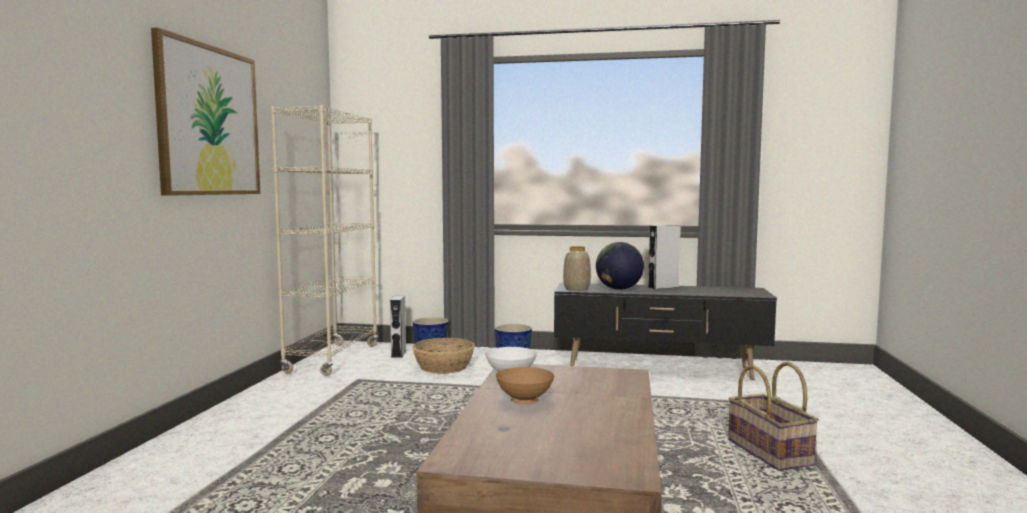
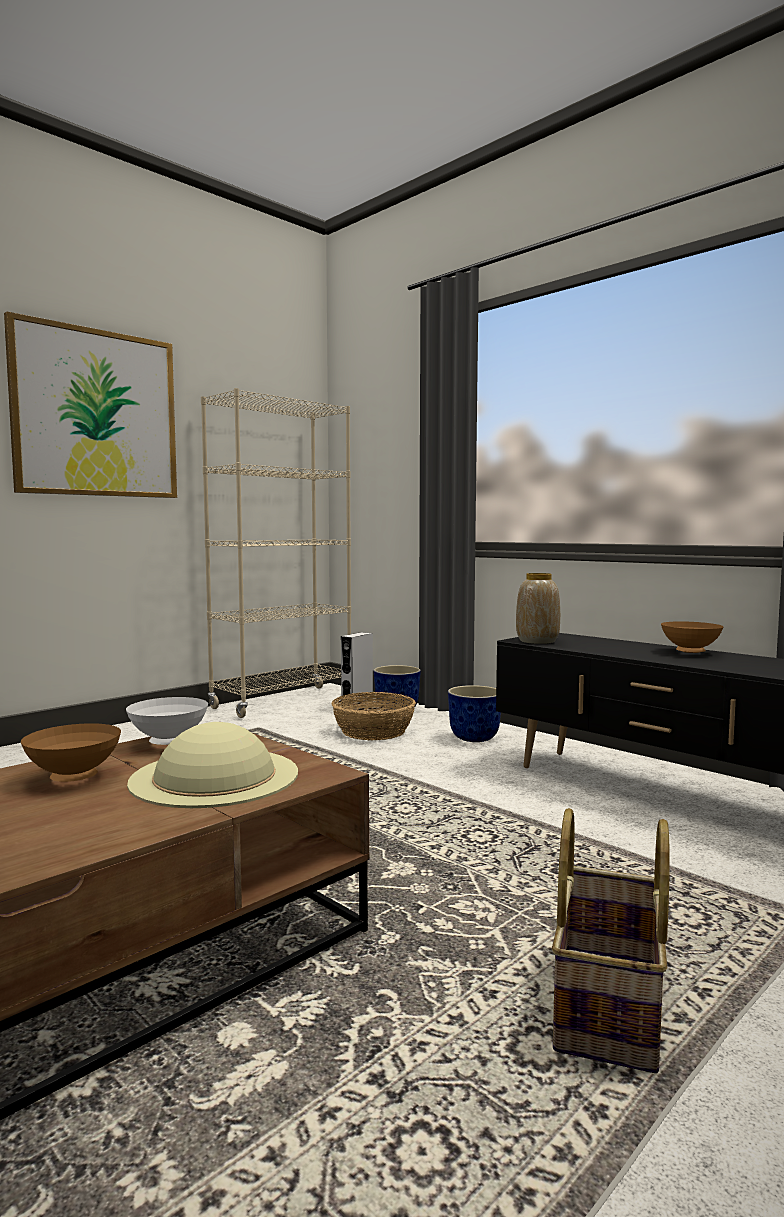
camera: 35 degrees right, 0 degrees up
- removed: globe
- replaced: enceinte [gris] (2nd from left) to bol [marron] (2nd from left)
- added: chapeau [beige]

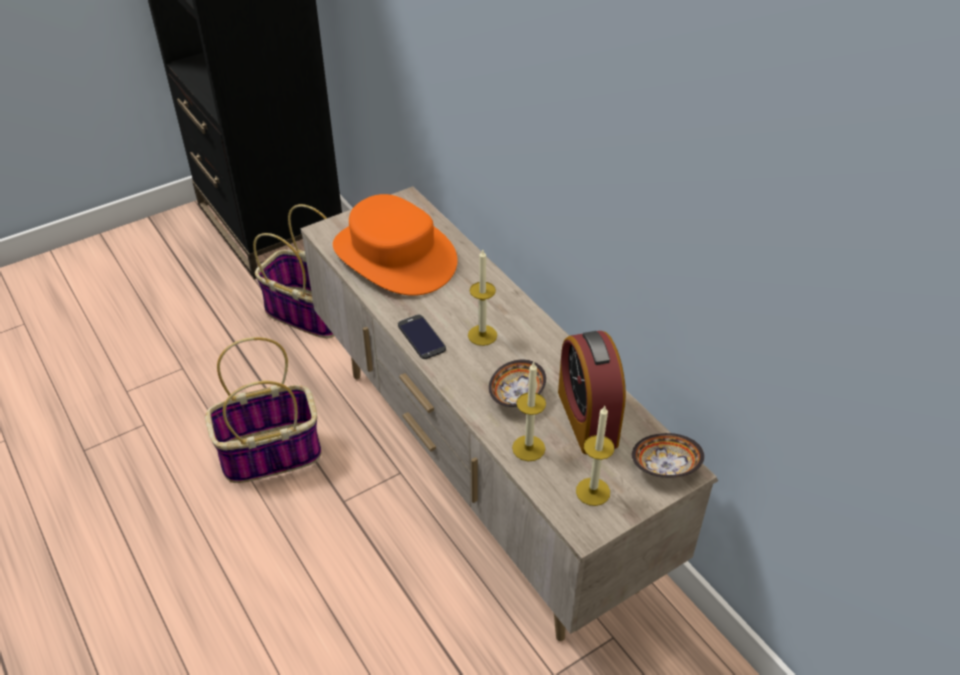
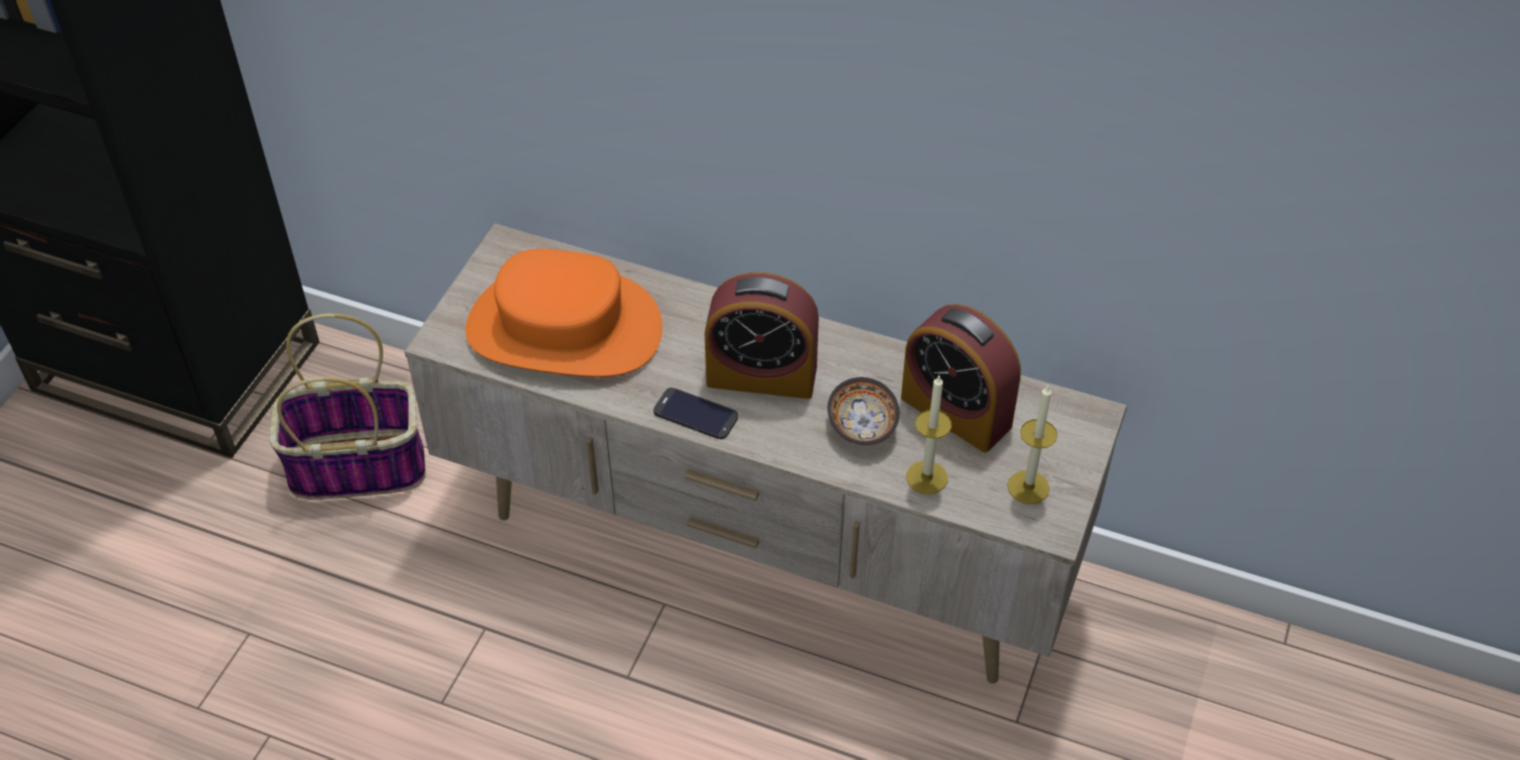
camera: 35 degrees left, 5 degrees up
- removed: panier (1st from left)
- replaced: bougie (1st from left) to réveil (1st from left)
- removed: bol (2nd from left)

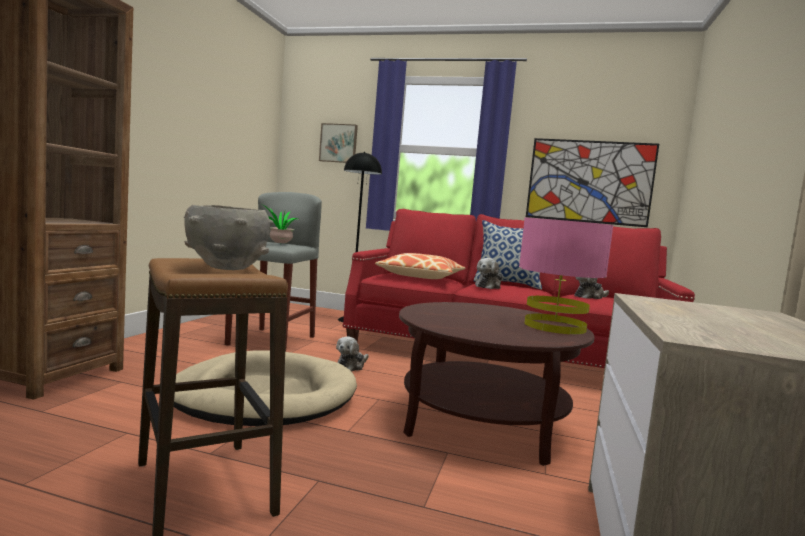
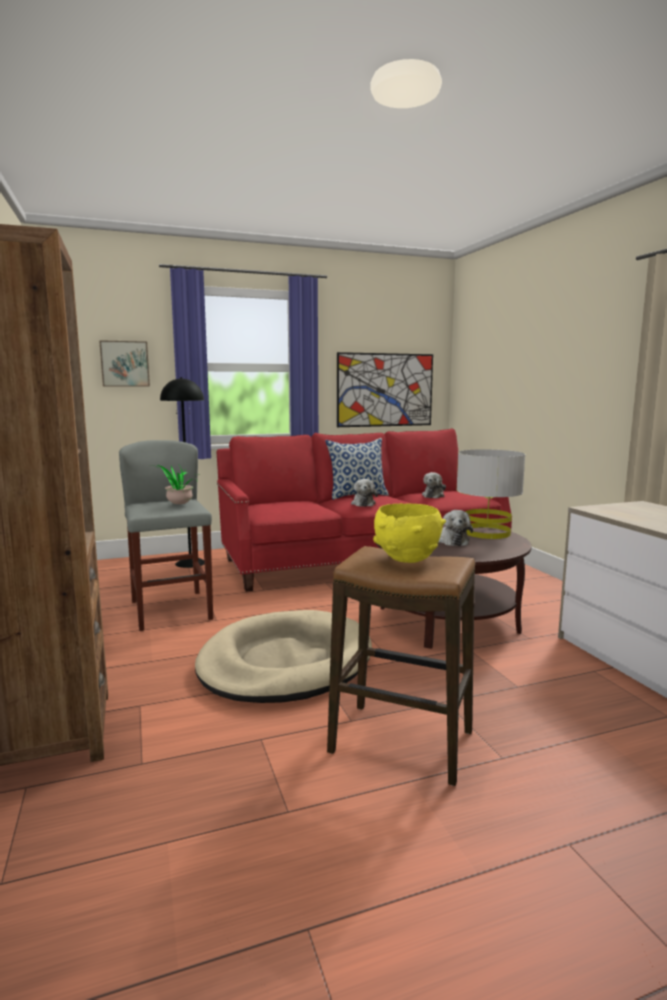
camera: 35 degrees left, 5 degrees up
- recoloured: bol [gris] to bol [jaune]
- moved: peluche (1st from left in the first image) to peluche (3rd from left)
- removed: coussin (1st from left)
- recoloured: lampe de table [rose] to lampe de table [gris]

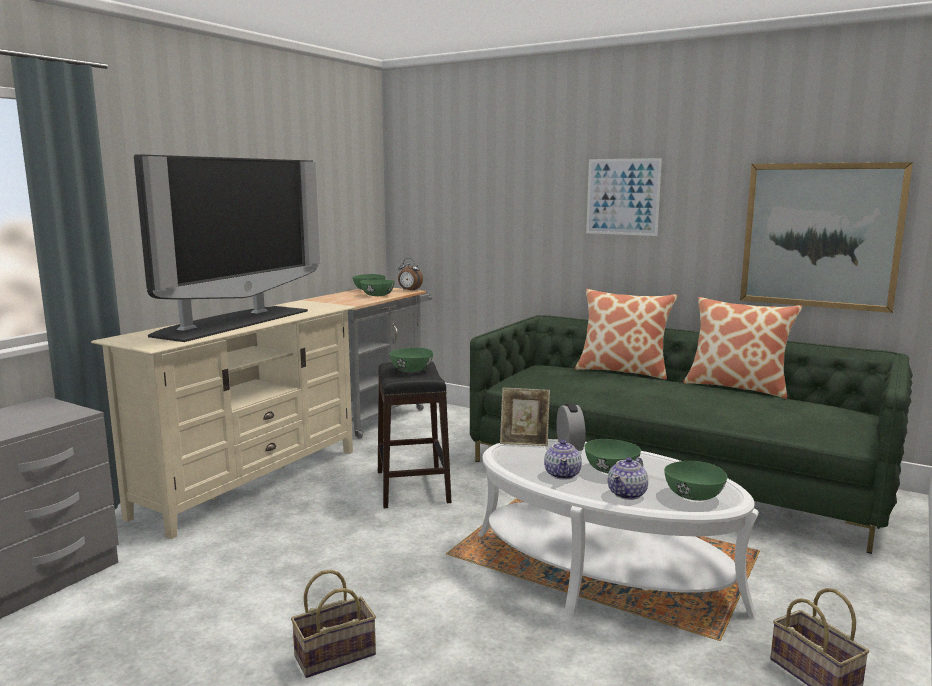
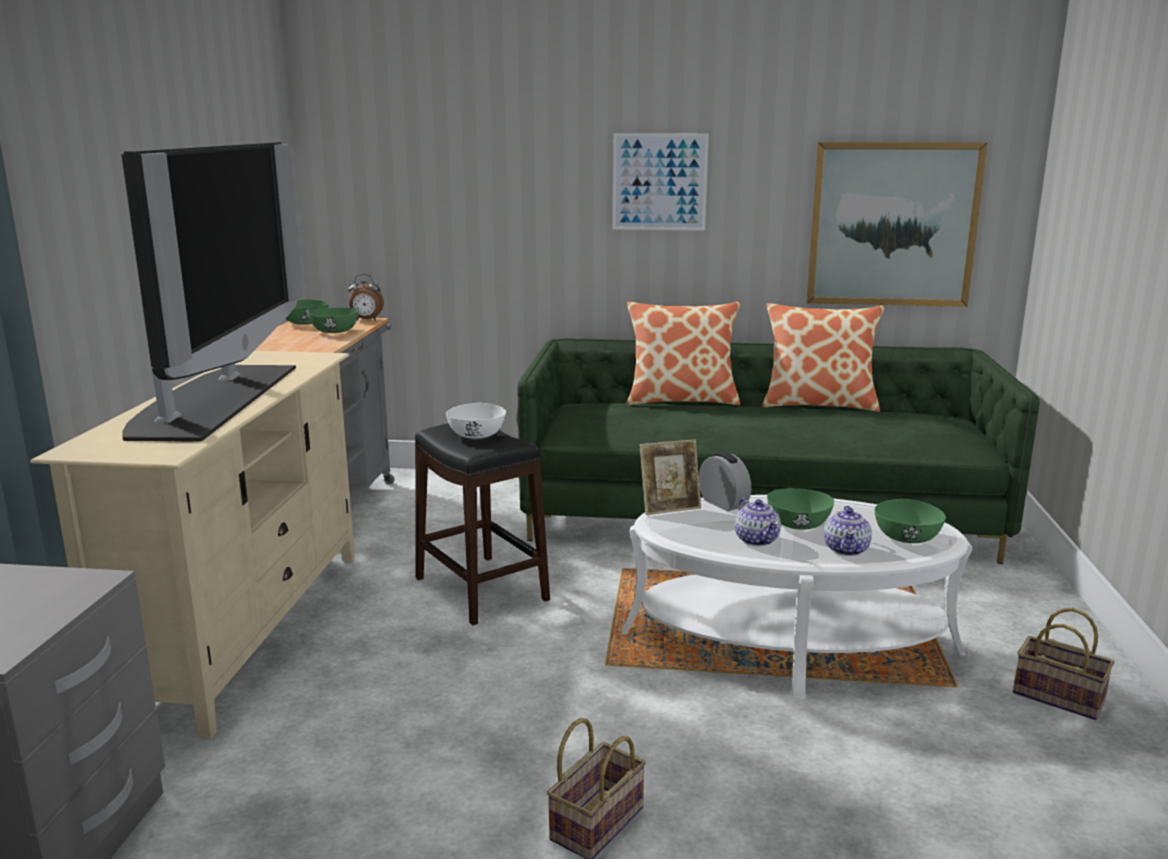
camera: 25 degrees left, 5 degrees up
- recoloured: bol [vert] (3rd from left) to bol [blanc]

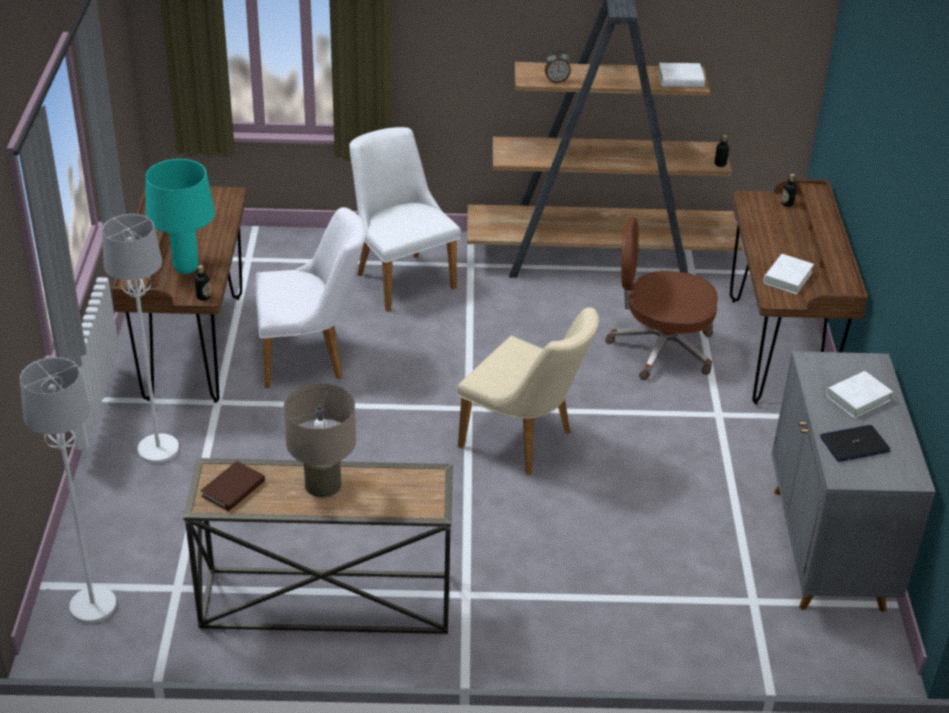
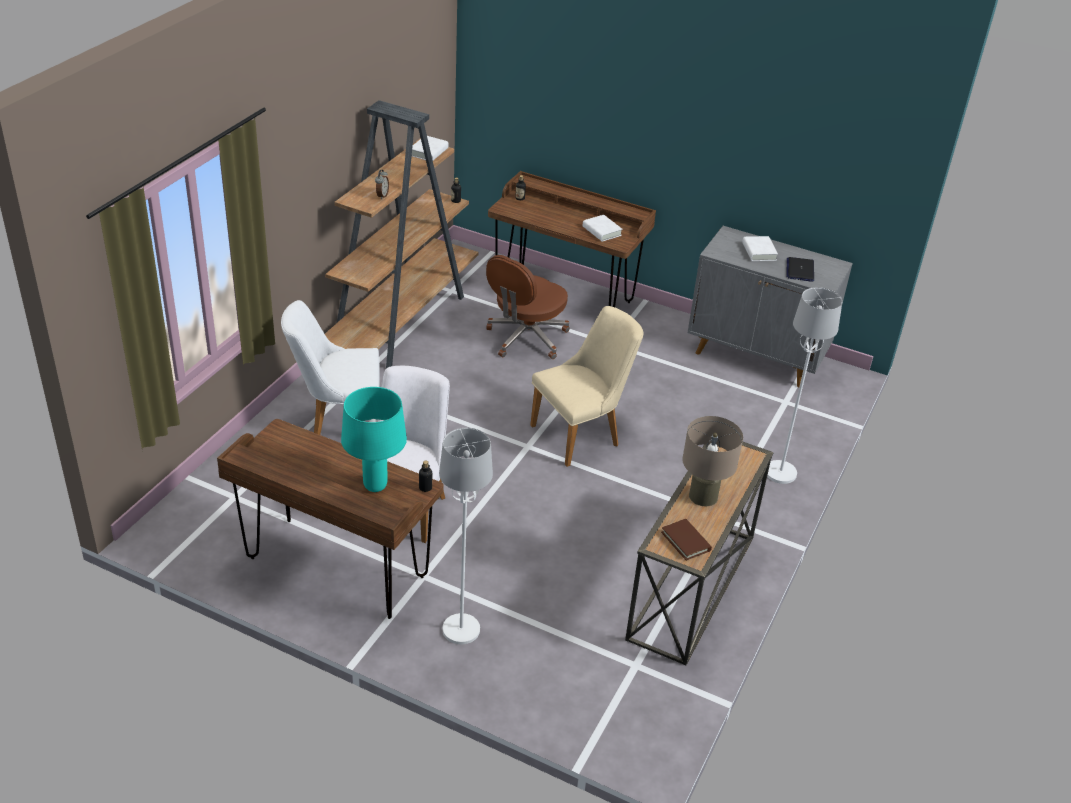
camera: 65 degrees left, 0 degrees up
- moved: lampadaire [blanc] (1st from left in the first image) to lampadaire [blanc] (2nd from left)

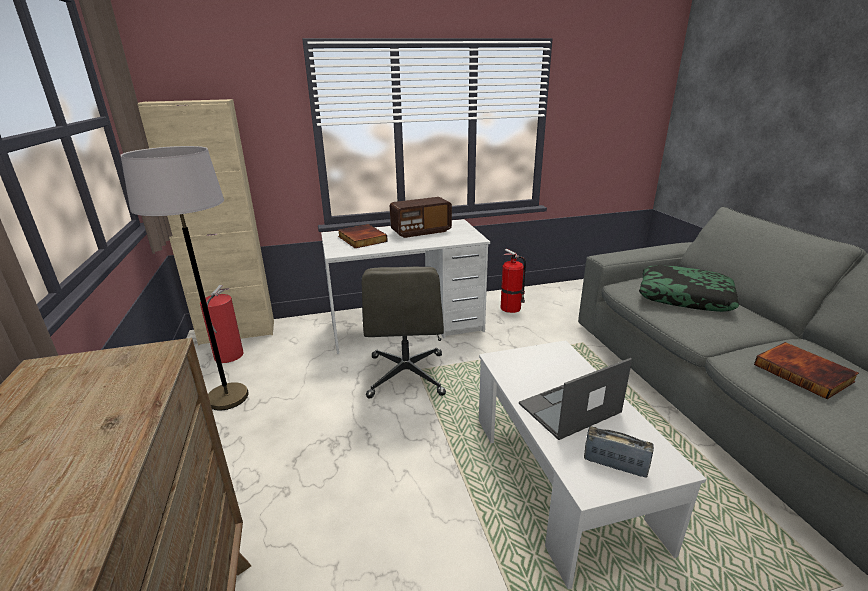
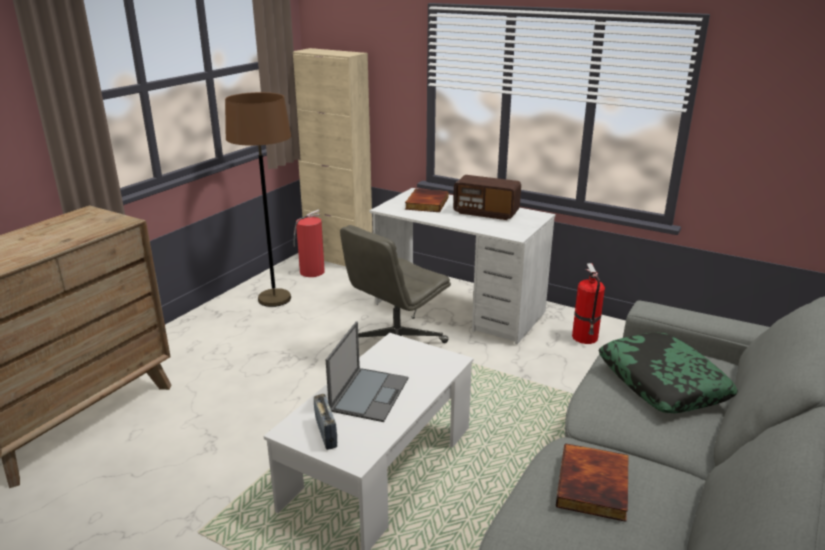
camera: 45 degrees right, 0 degrees up
- recoloured: lampadaire [gris] to lampadaire [marron]
- turned: ordinateur portable 90 degrees clockwise

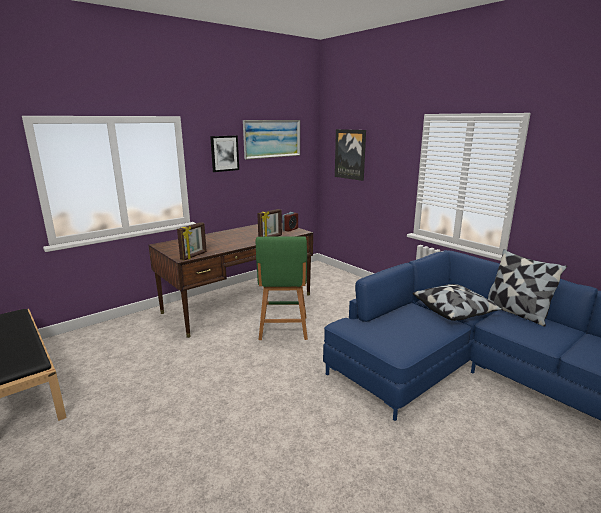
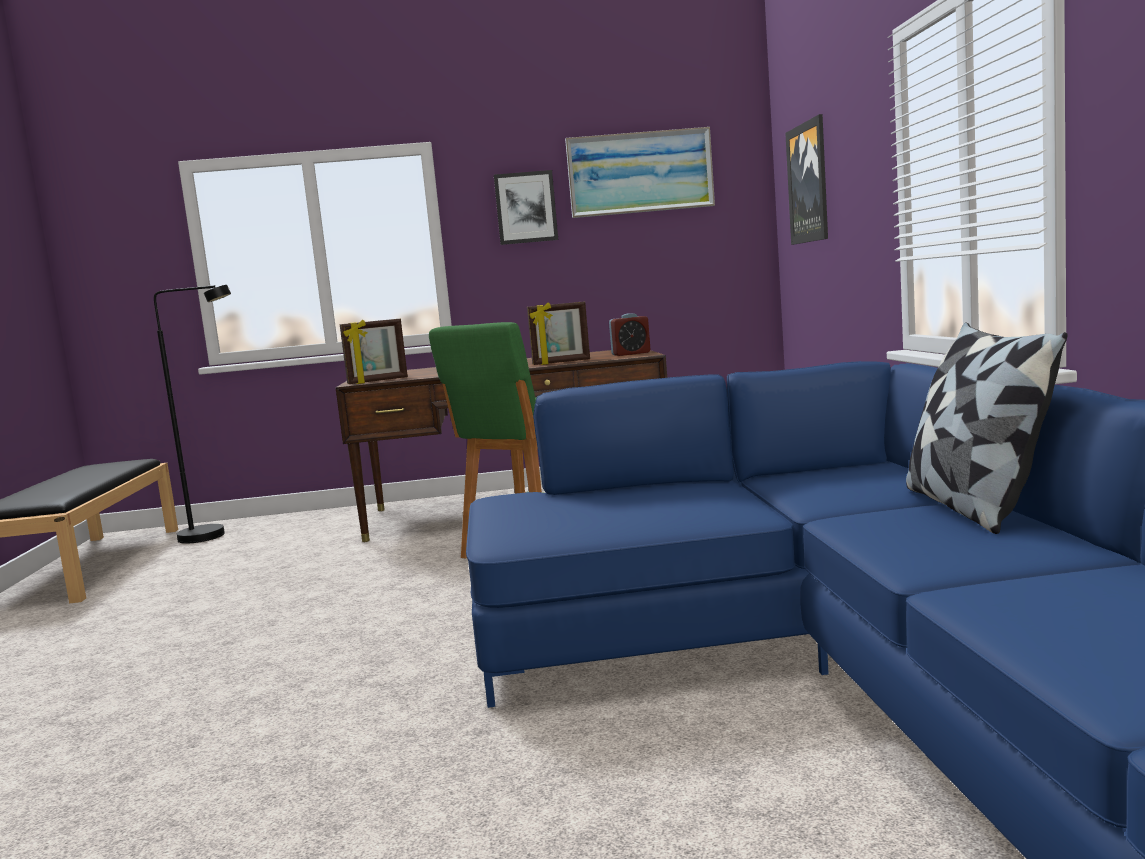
camera: 35 degrees right, 10 degrees down
- removed: coussin (1st from left)
- added: lampadaire [noir]

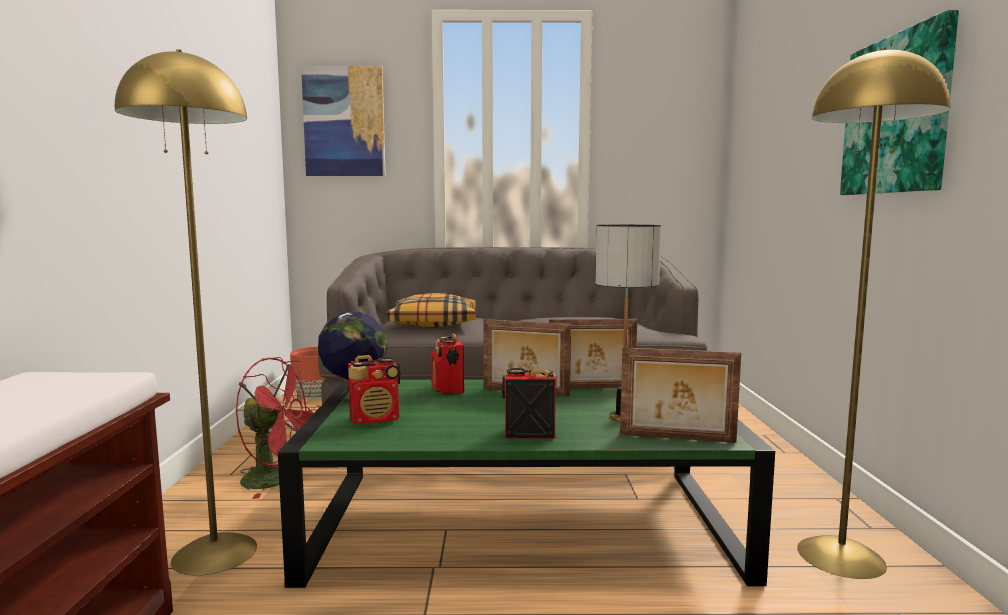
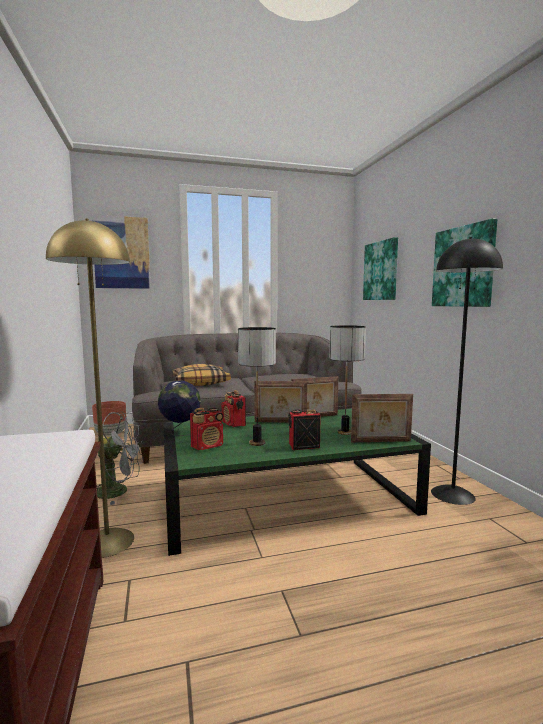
camera: 15 degrees left, 0 degrees up
- recoloured: ventilateur [rouge] to ventilateur [gris]
- recoloured: lampadaire [jaune] (2nd from left) to lampadaire [noir]
- added: lampe de table (1st from left)
- added: tableau (2nd from left)

